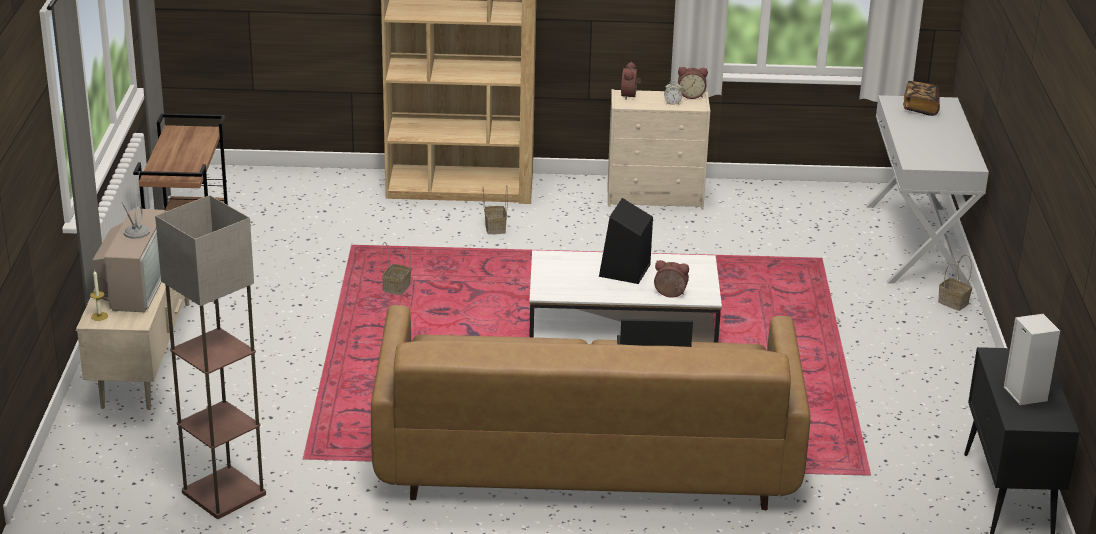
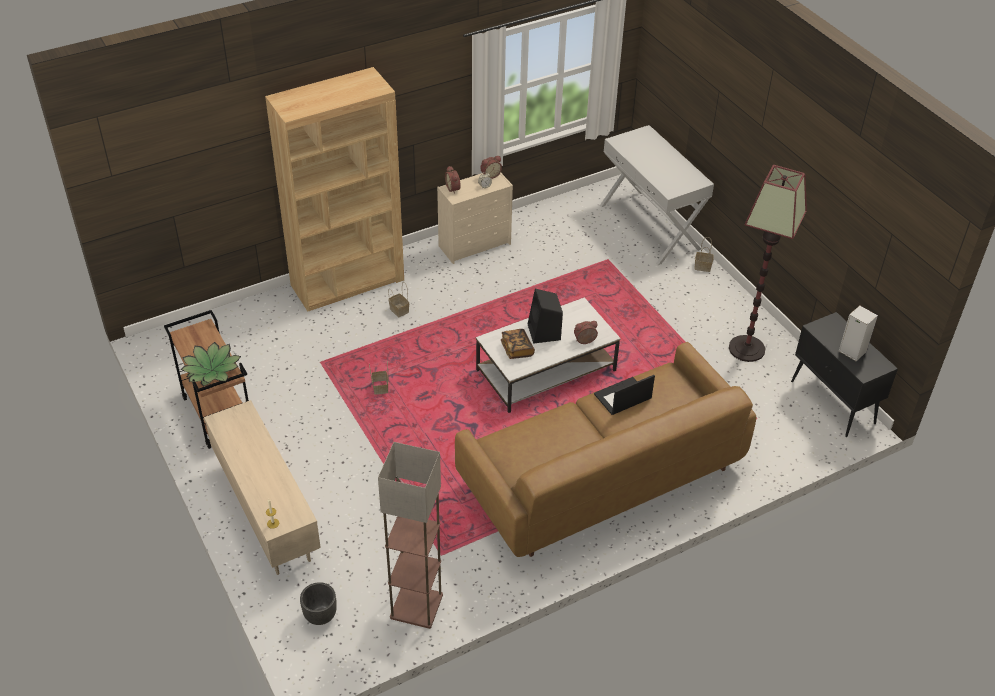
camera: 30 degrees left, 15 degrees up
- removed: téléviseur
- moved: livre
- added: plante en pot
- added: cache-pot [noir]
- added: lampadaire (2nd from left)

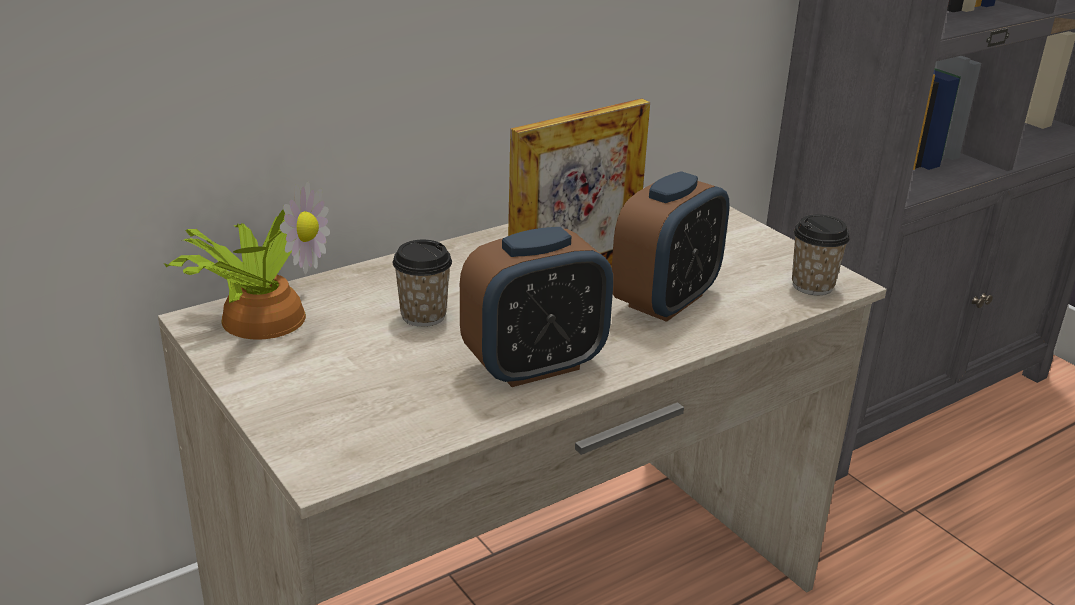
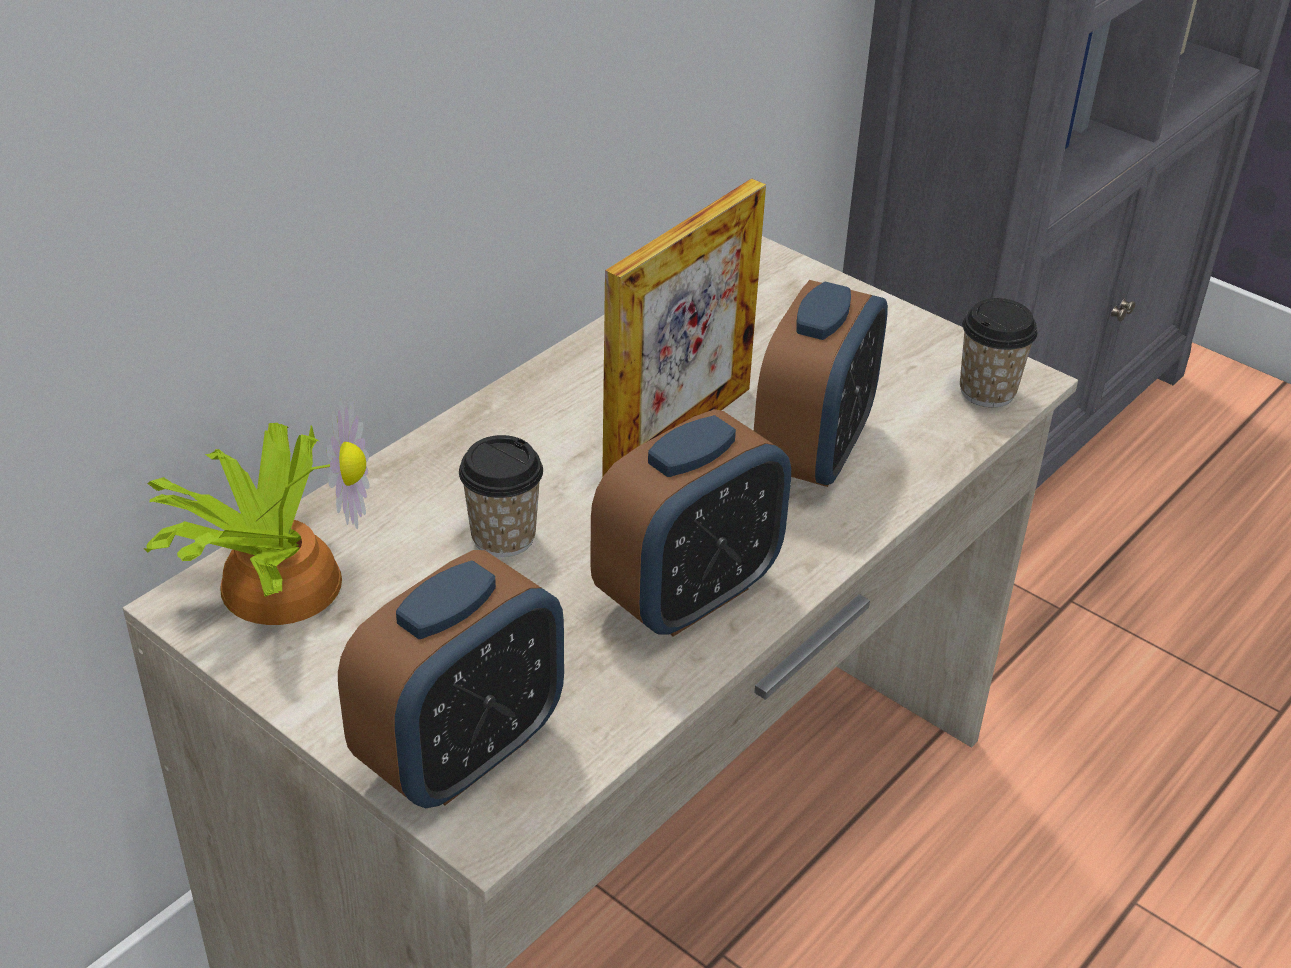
camera: 15 degrees left, 10 degrees up
- added: réveil (1st from left)

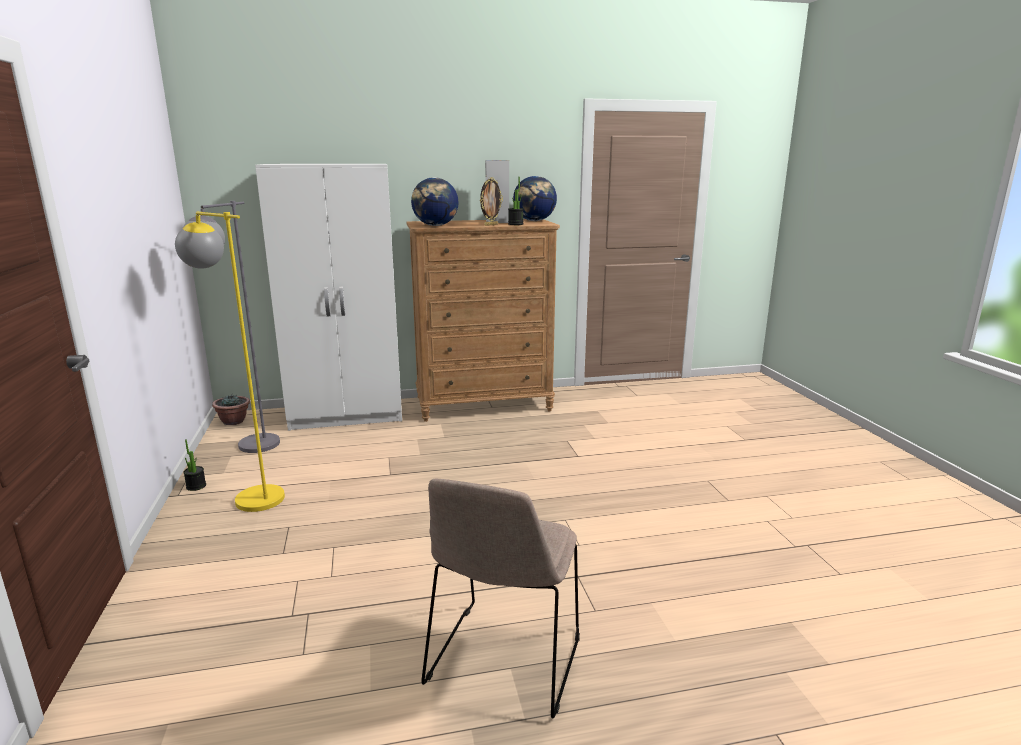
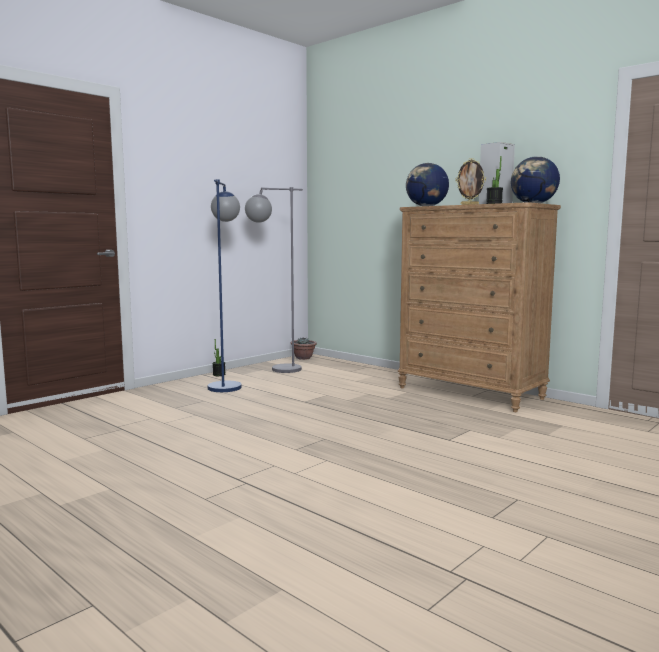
camera: 55 degrees right, 10 degrees down
- recoloured: lampadaire [jaune] to lampadaire [bleu]
- removed: armoire [blanc]
- removed: chaise [beige]

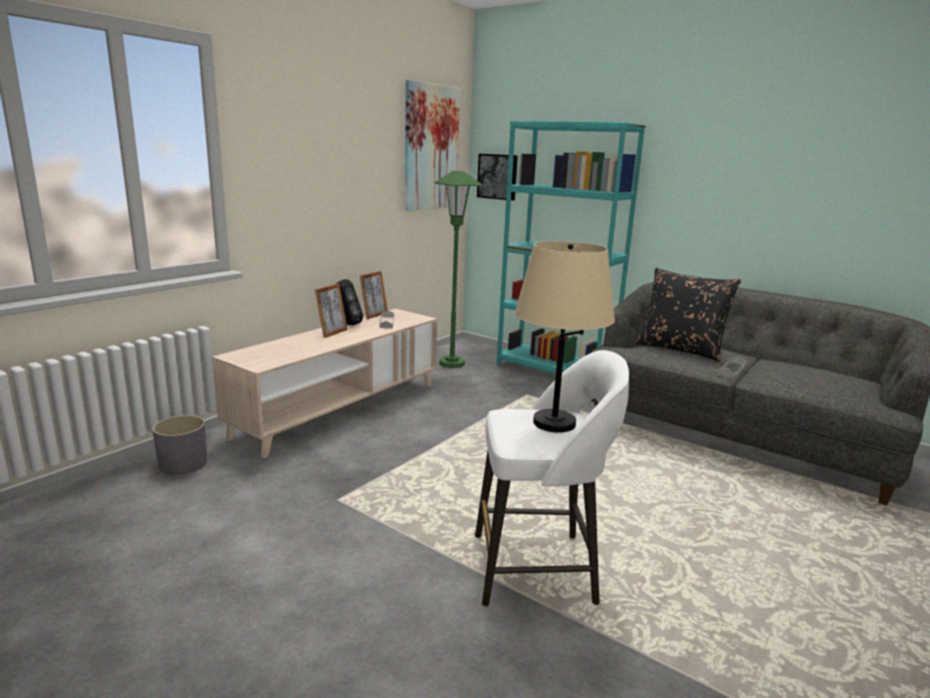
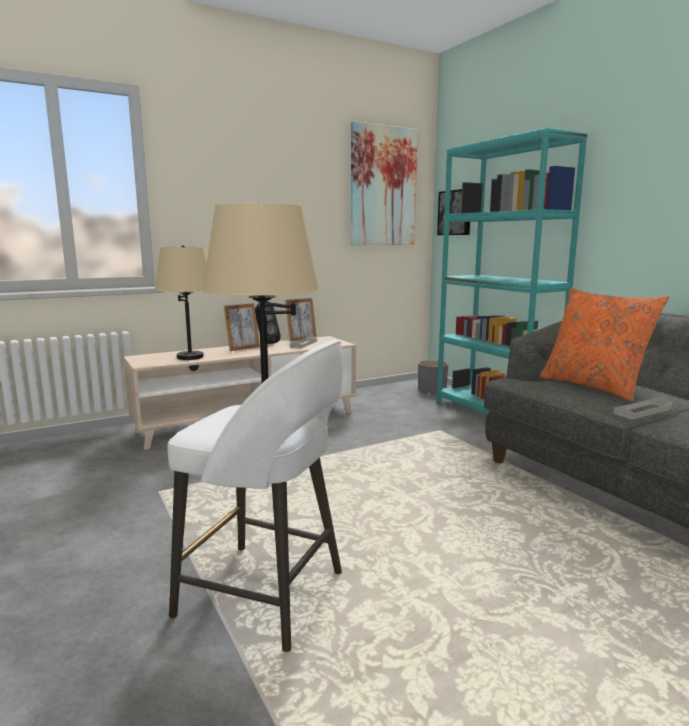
camera: 25 degrees right, 5 degrees down
- moved: cache-pot [gris]
- removed: lampadaire [vert]
- recoloured: coussin [noir] to coussin [orange]
- added: lampe de table [beige] (1st from left)

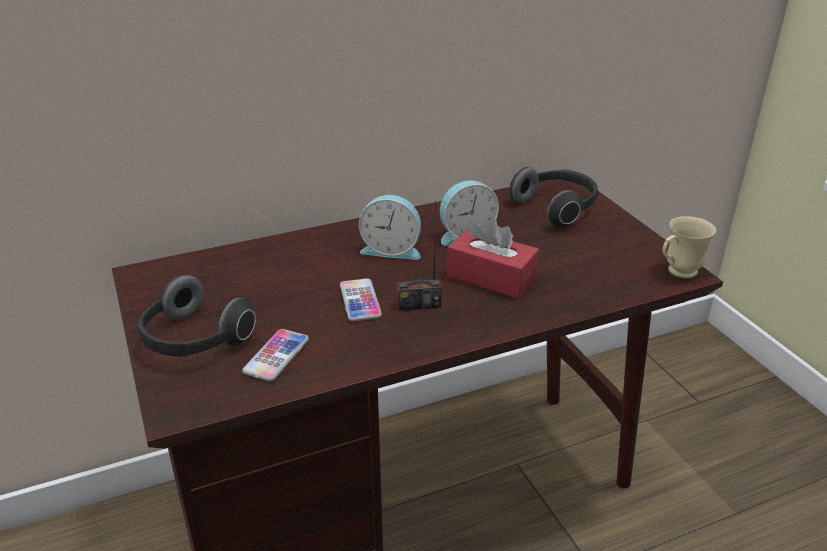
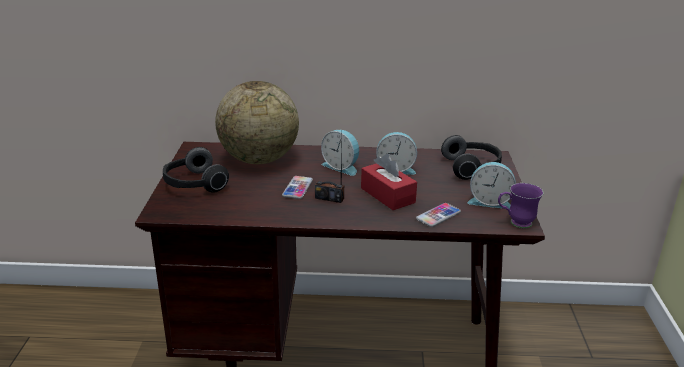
camera: 25 degrees right, 5 degrees down
- moved: téléphone (1st from left in the first image) to téléphone (2nd from left)
- recoloured: mug [beige] to mug [violet]
- added: globe
- added: réveil (3rd from left)

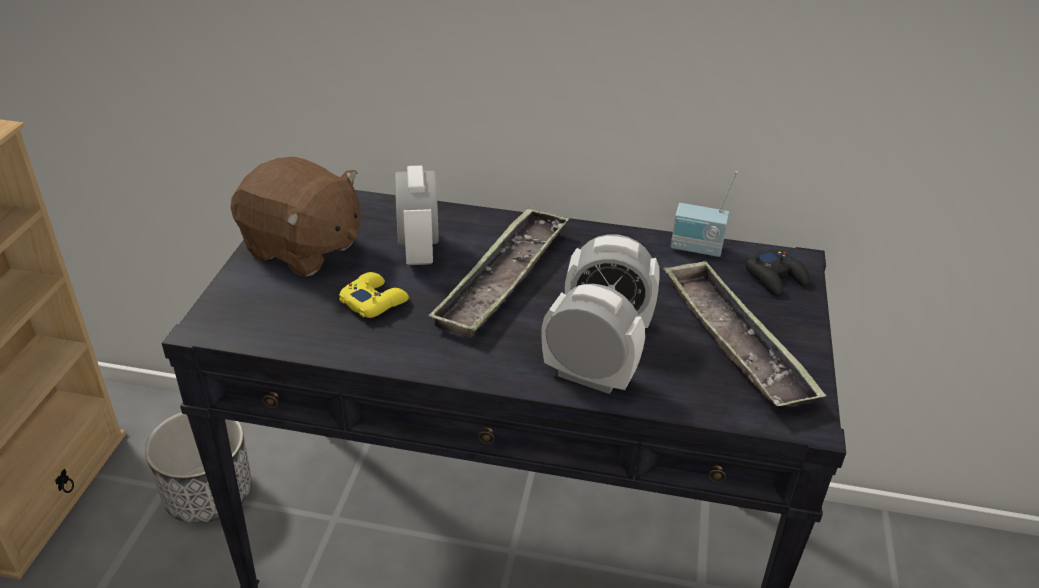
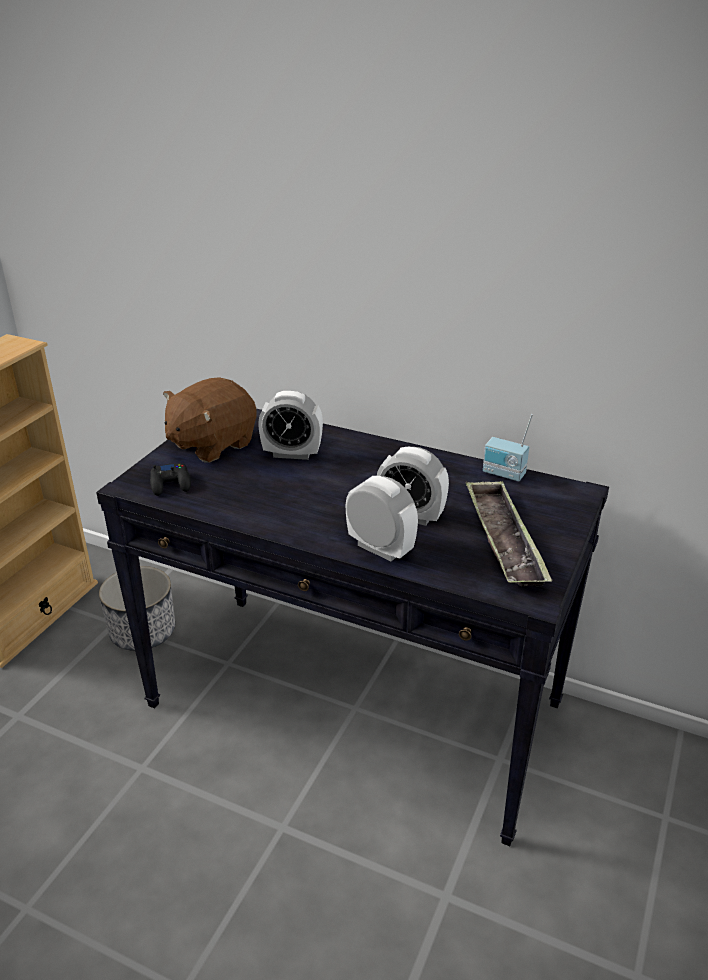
camera: 15 degrees right, 5 degrees down
- turned: peluche [marron] 90 degrees clockwise
- removed: manette [jaune]
- turned: réveil (1st from left) 90 degrees clockwise
- removed: plateau (1st from left)
- moved: manette [noir]

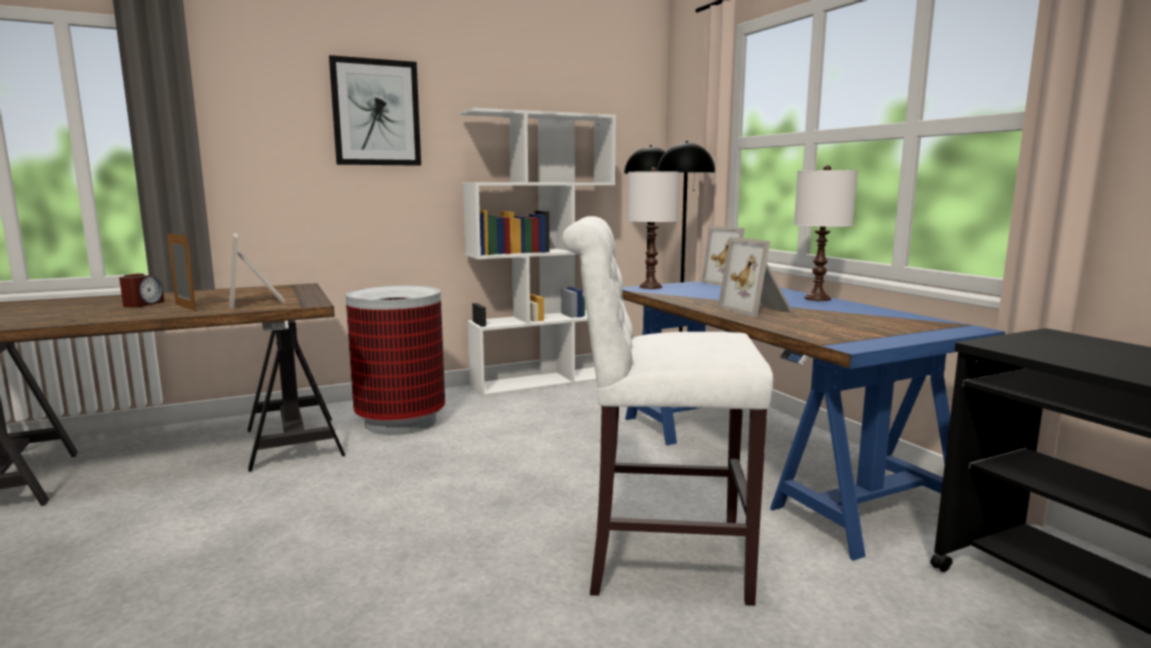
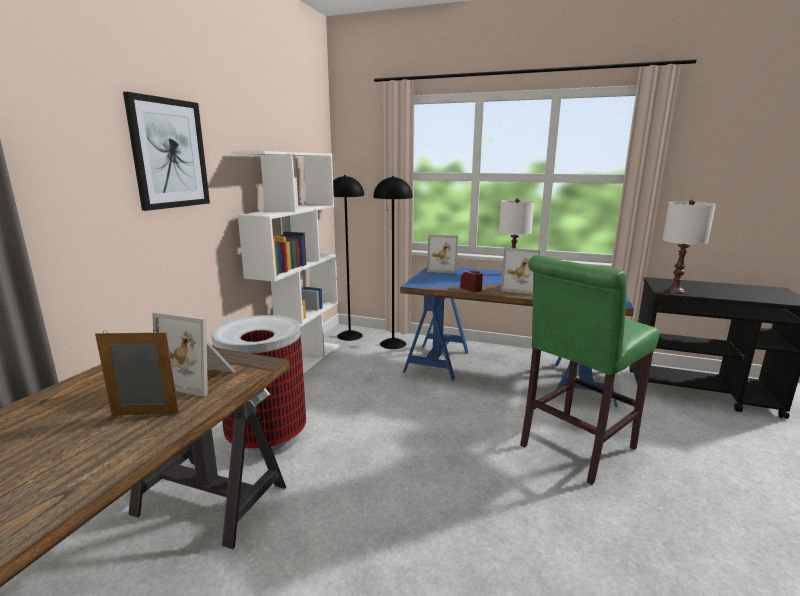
camera: 45 degrees left, 5 degrees up
- moved: réveil
- recoloured: tabouret [blanc] to tabouret [vert]
- moved: lampe de table [blanc] (1st from left in the first image) to lampe de table [blanc] (2nd from left)

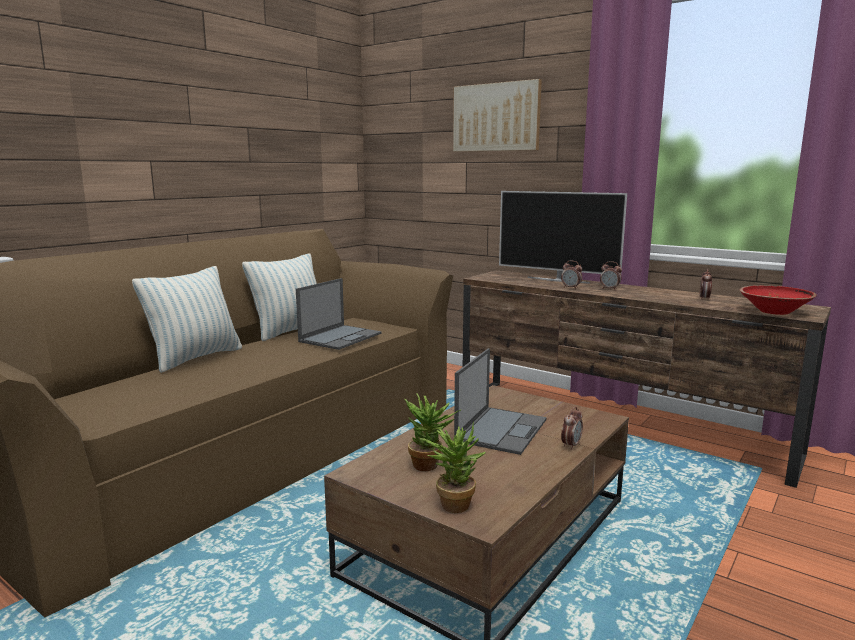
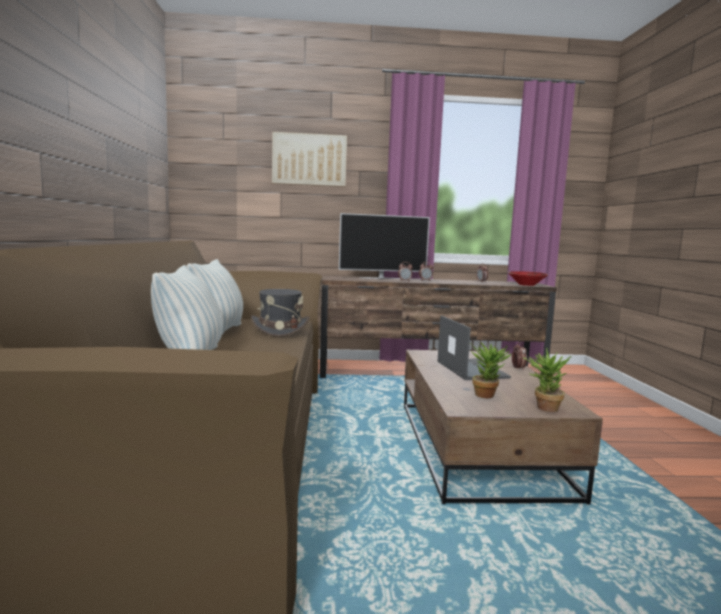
camera: 40 degrees left, 5 degrees down
- replaced: ordinateur portable (1st from left) to chapeau [gris]

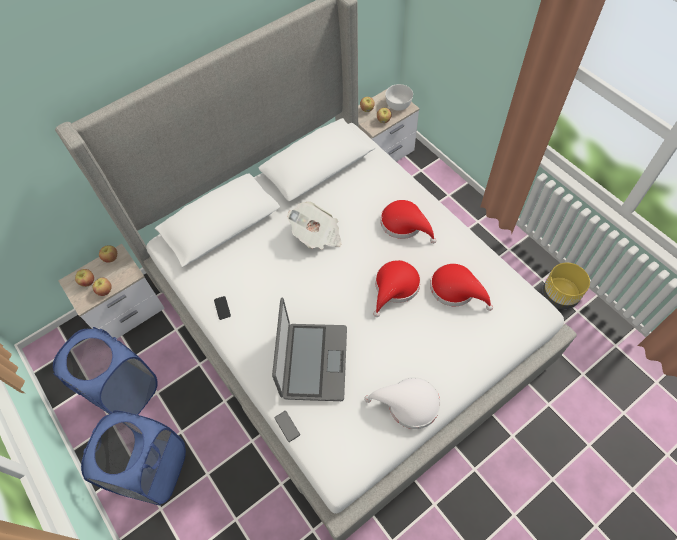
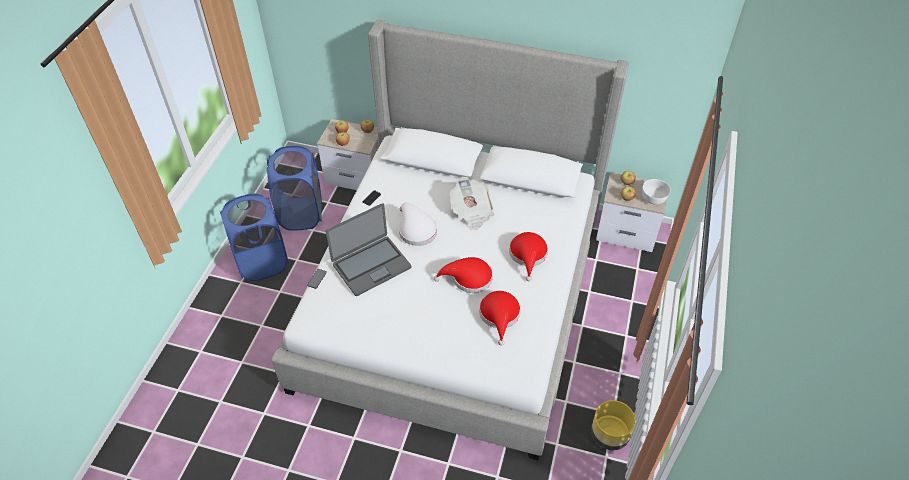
camera: 50 degrees right, 10 degrees down
- moved: chapeau [blanc]

